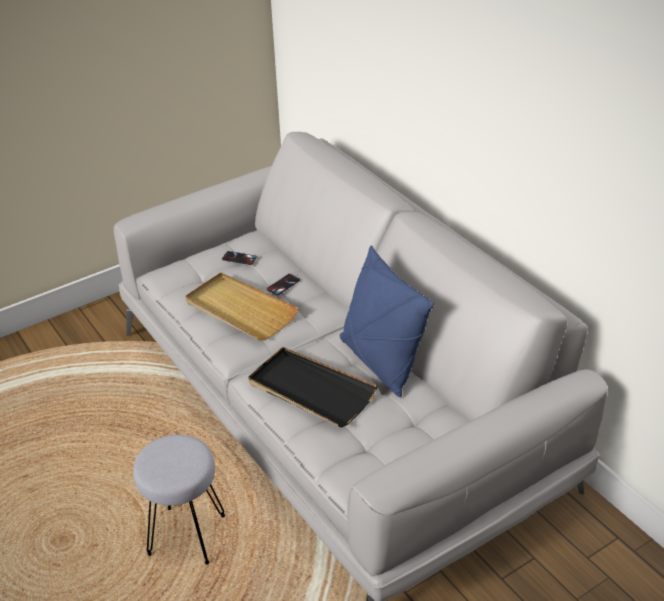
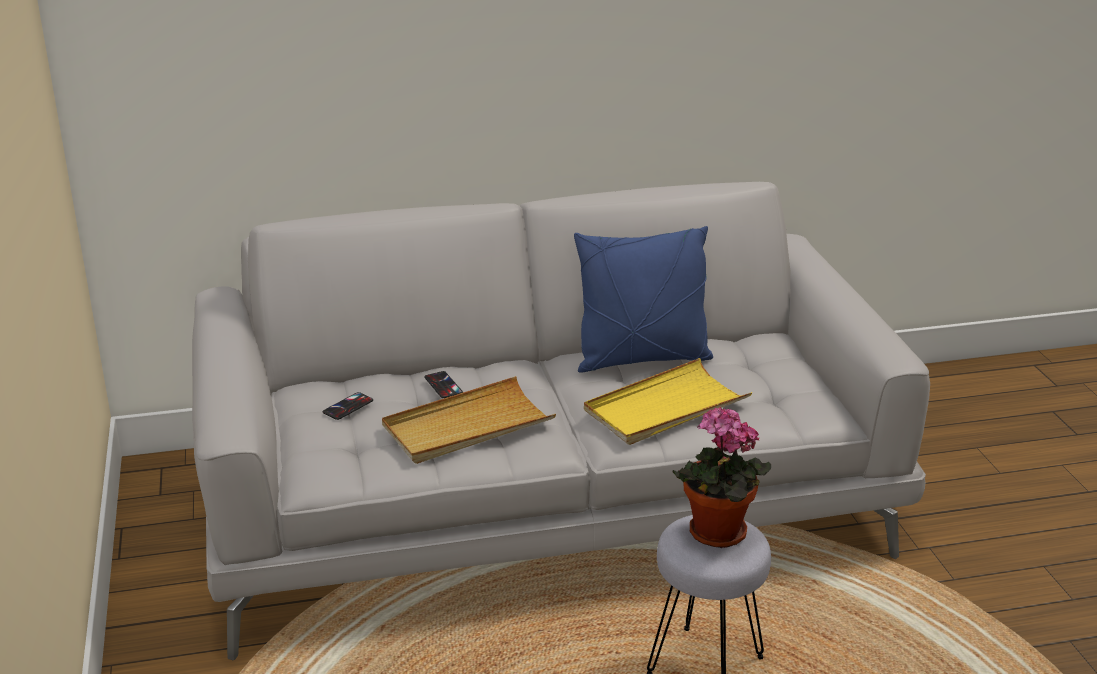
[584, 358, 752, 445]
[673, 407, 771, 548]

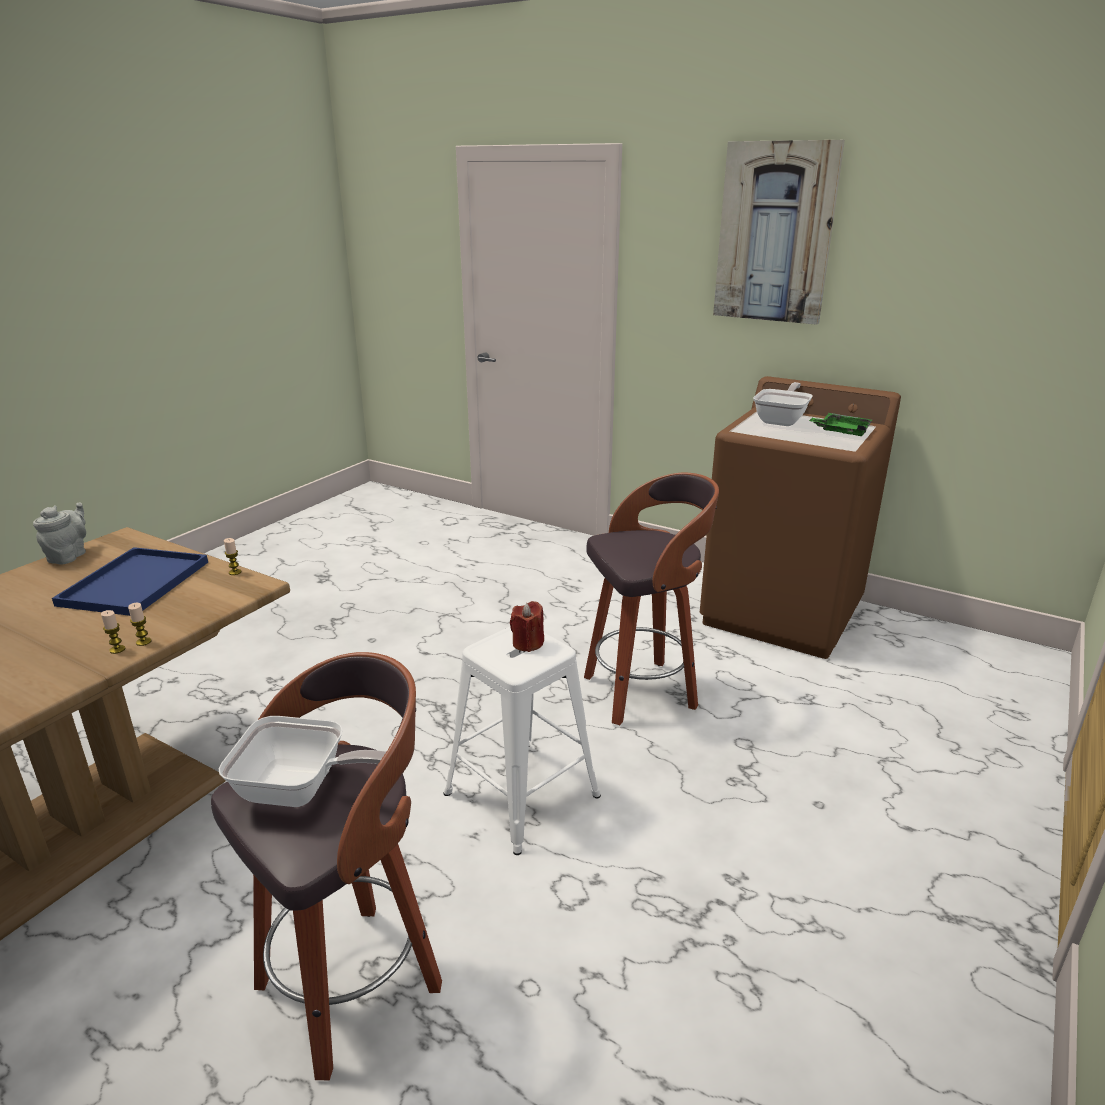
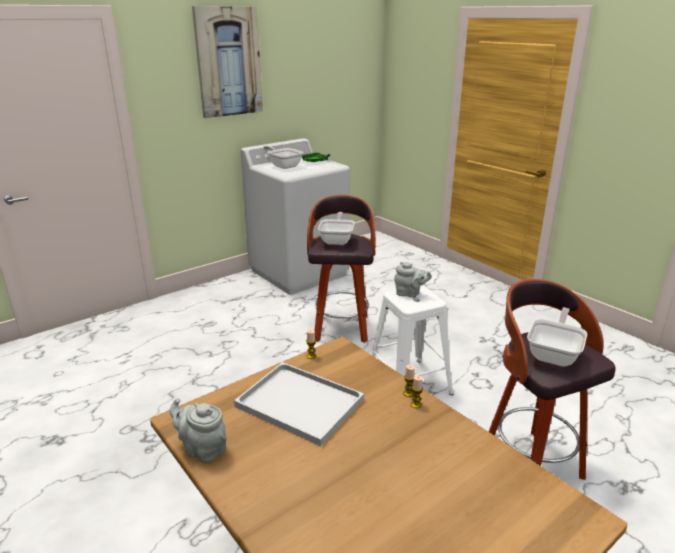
[234, 362, 364, 446]
[394, 262, 432, 297]
[241, 138, 350, 295]
[318, 212, 355, 245]

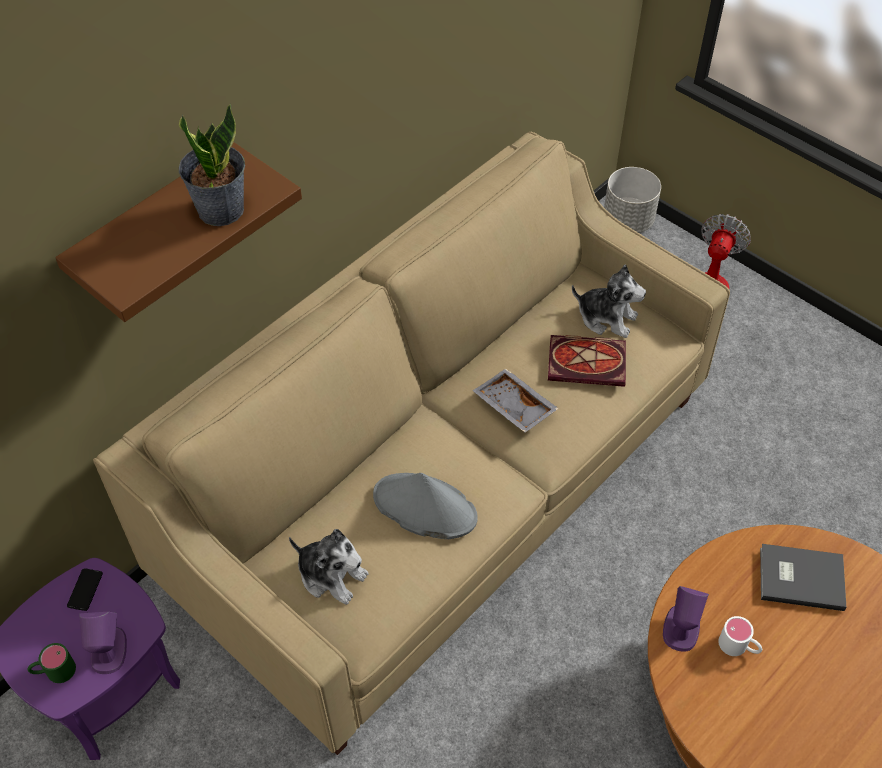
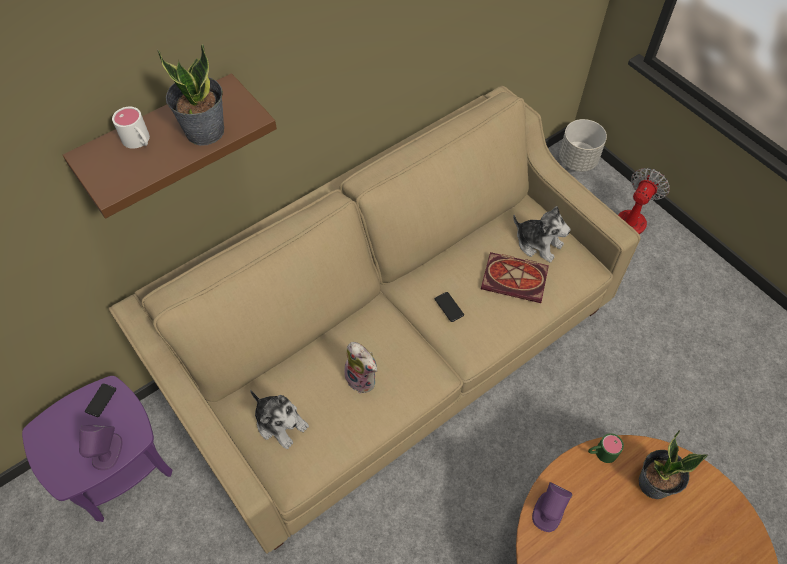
[588, 433, 624, 463]
[344, 342, 378, 394]
[435, 292, 464, 322]
[112, 107, 150, 149]
[639, 430, 708, 499]

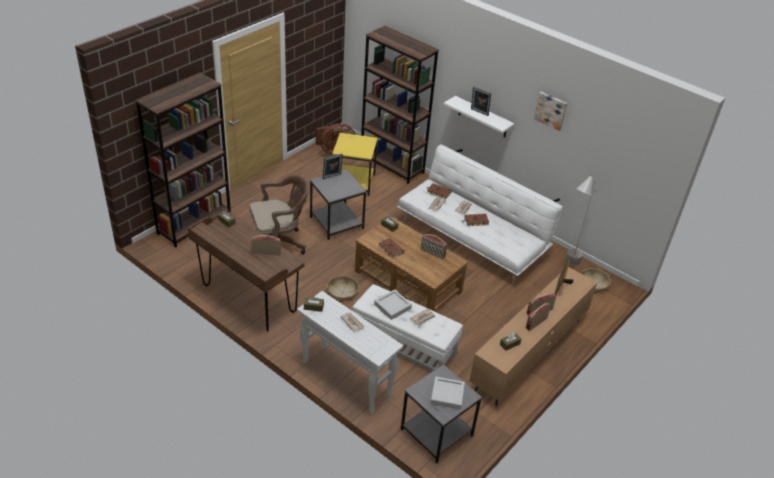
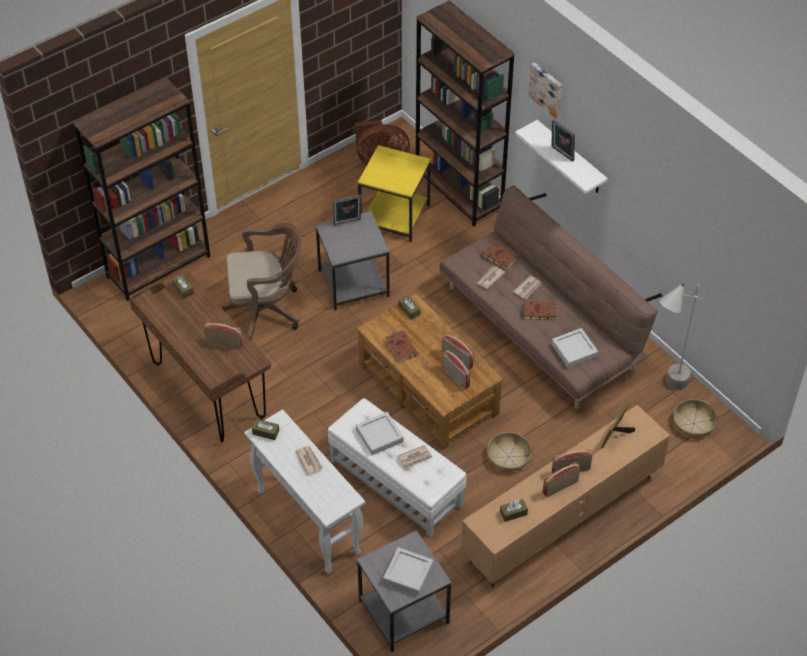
[487, 432, 532, 472]
[439, 185, 663, 409]
[528, 62, 562, 118]
[442, 350, 470, 390]
[552, 328, 598, 368]

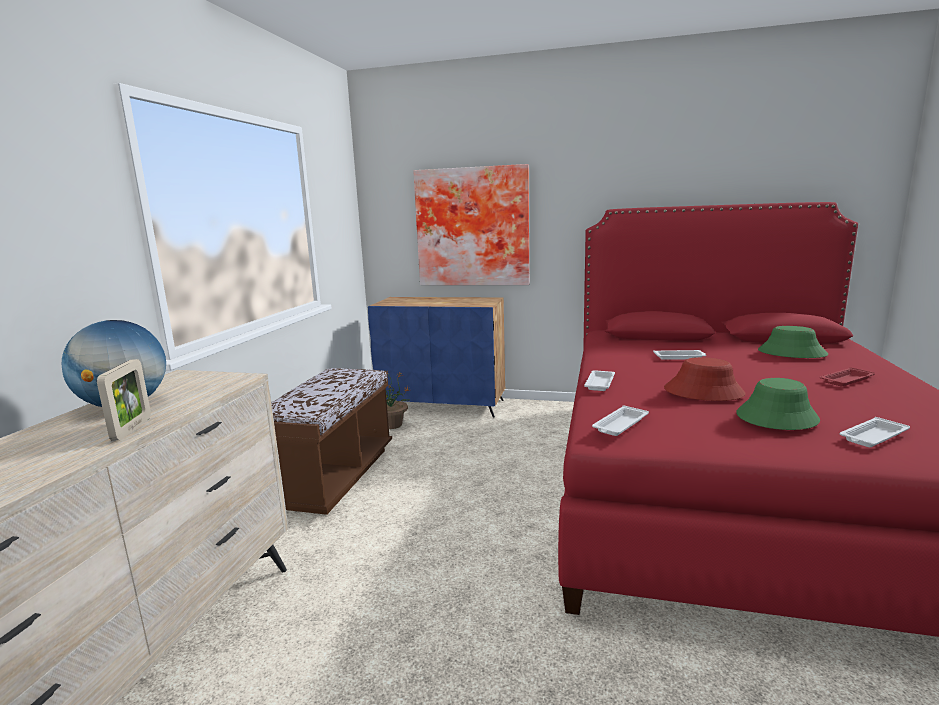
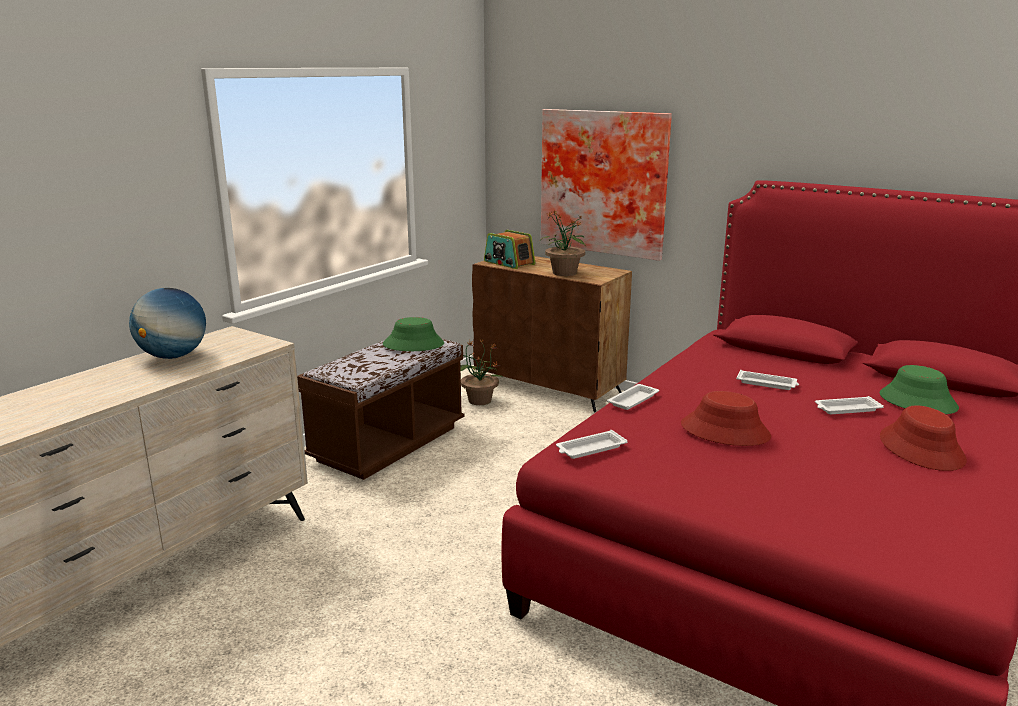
[97, 359, 151, 441] (first image)
[472, 256, 632, 412]
[383, 317, 444, 351]
[880, 405, 967, 471]
[815, 396, 884, 414]
[484, 230, 535, 269]
[540, 210, 586, 276]

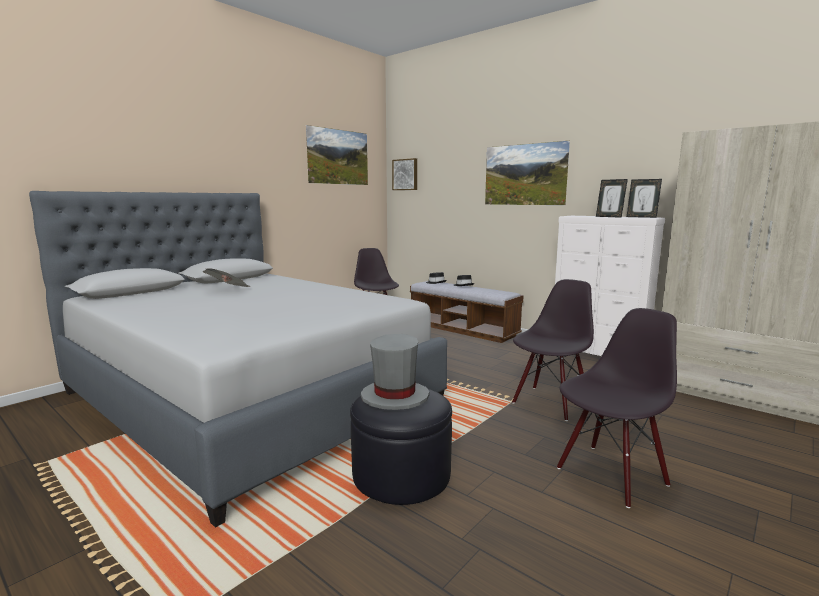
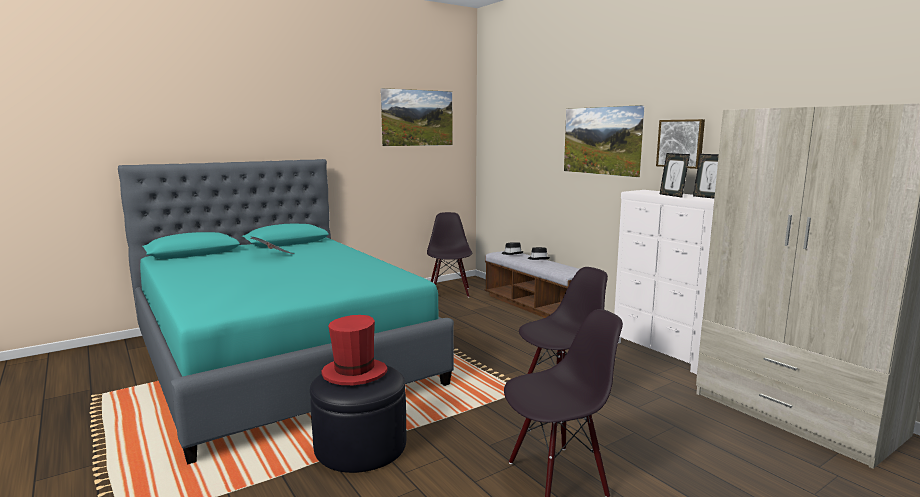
[118, 159, 454, 465]
[321, 315, 388, 385]
[656, 119, 705, 169]

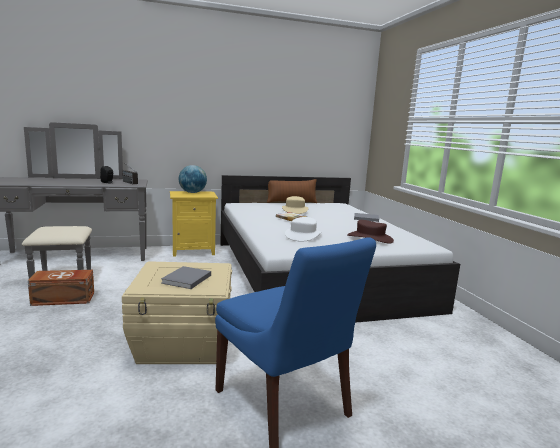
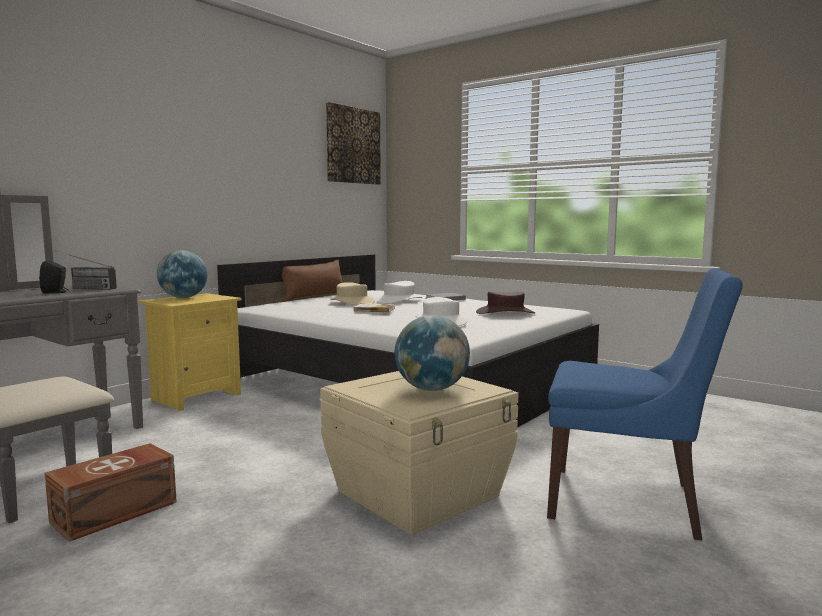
[394, 315, 470, 391]
[326, 102, 381, 185]
[375, 281, 422, 304]

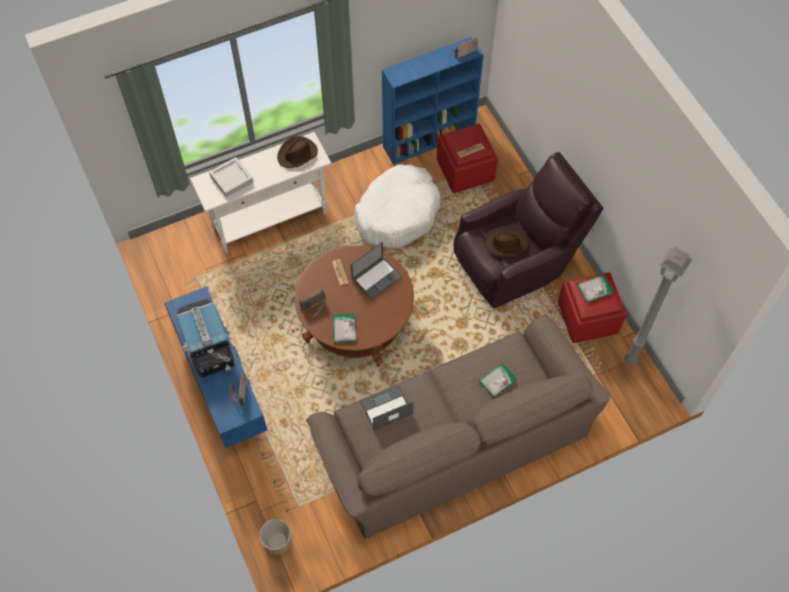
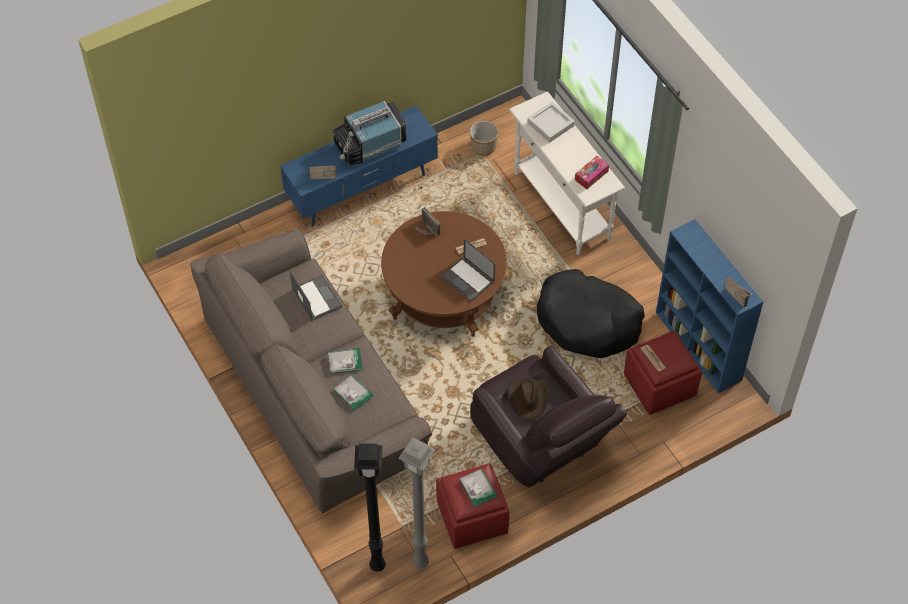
[470, 121, 498, 156]
[575, 156, 609, 189]
[328, 348, 362, 374]
[537, 269, 645, 358]
[354, 443, 386, 572]

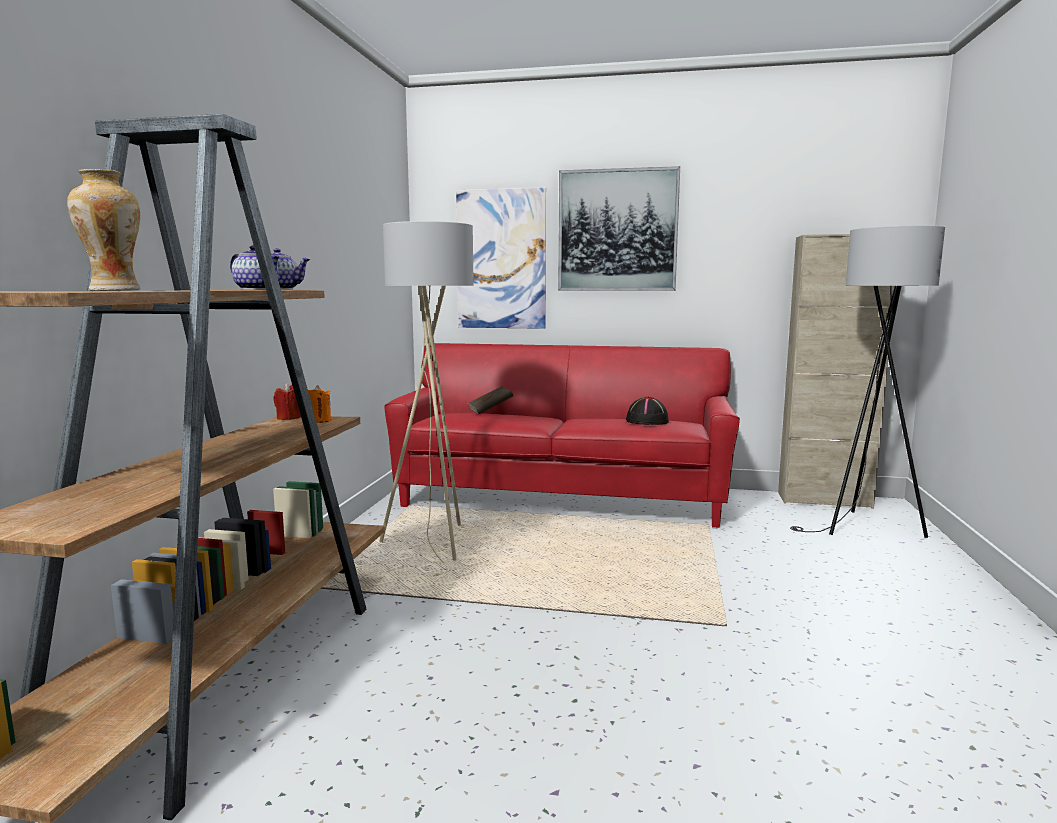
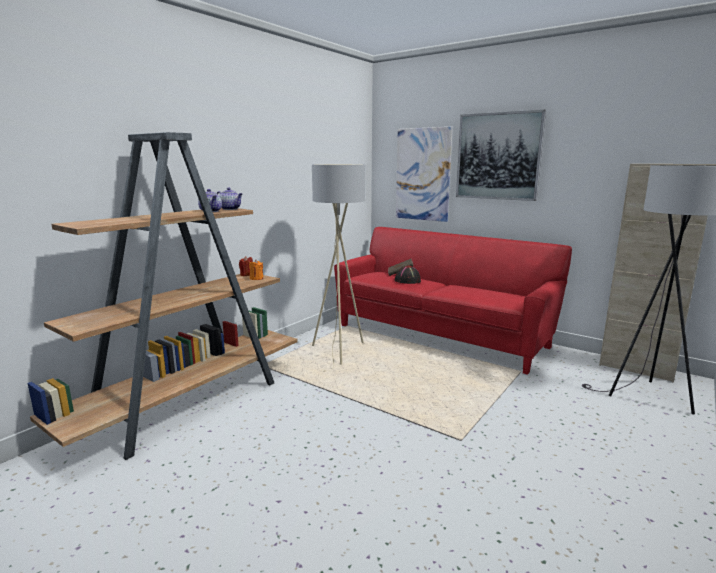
[67, 169, 141, 291] (first image)
[395, 266, 421, 284]

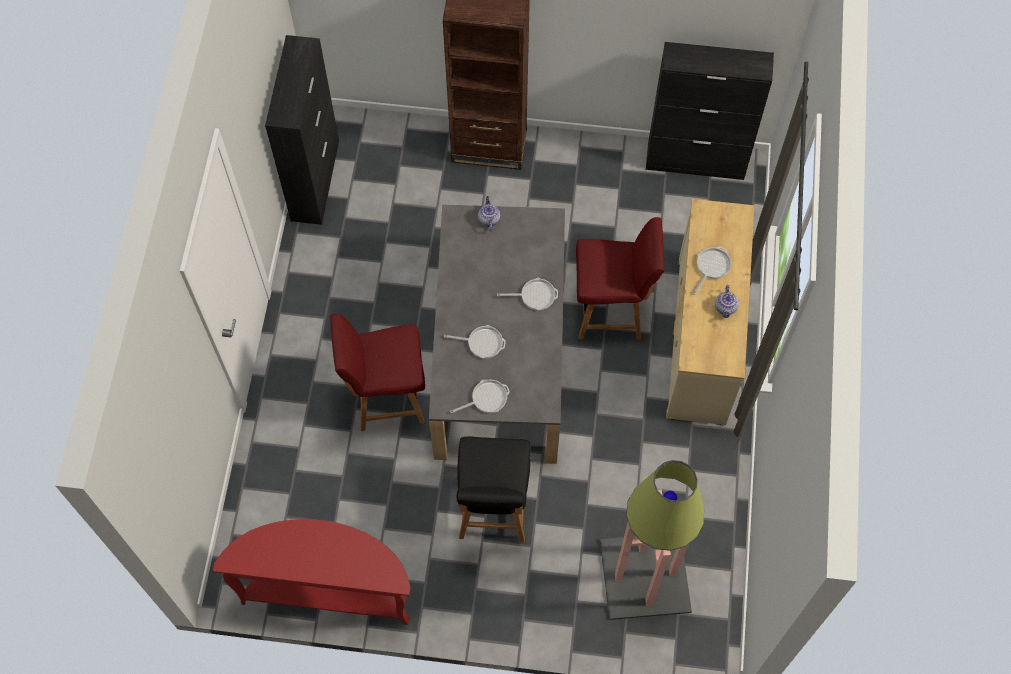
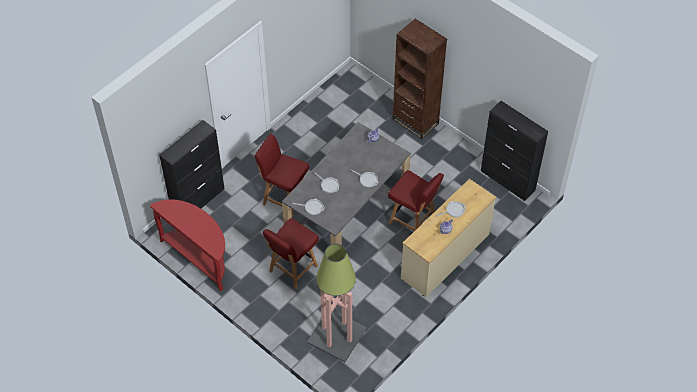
[159, 120, 225, 208]
[263, 218, 319, 290]

